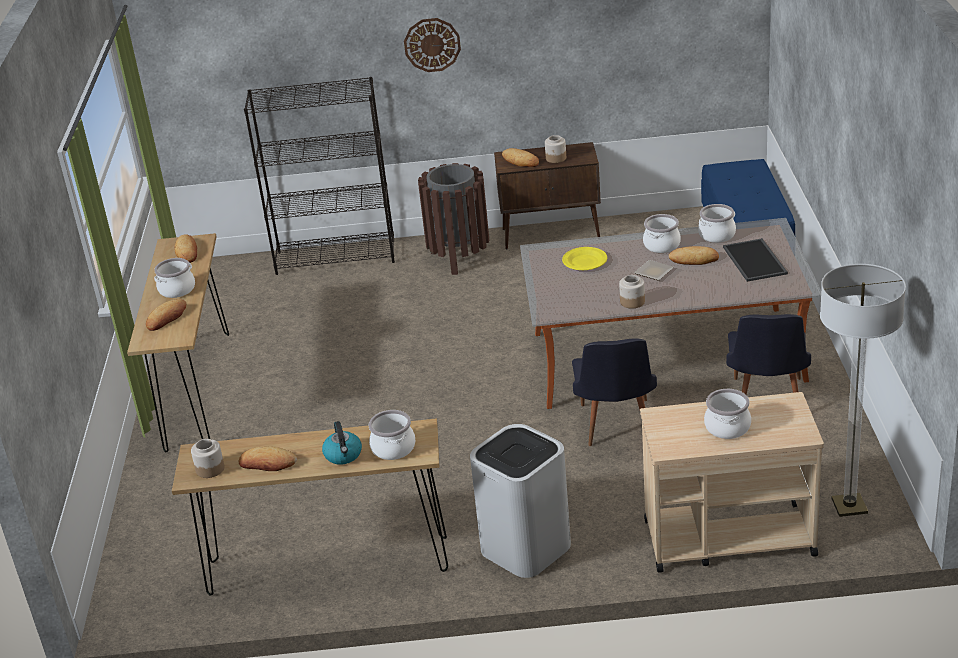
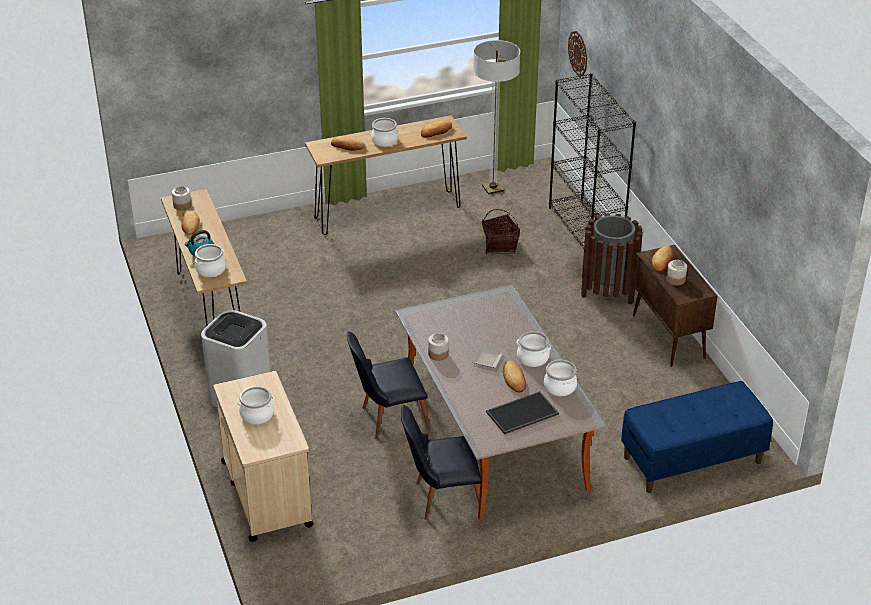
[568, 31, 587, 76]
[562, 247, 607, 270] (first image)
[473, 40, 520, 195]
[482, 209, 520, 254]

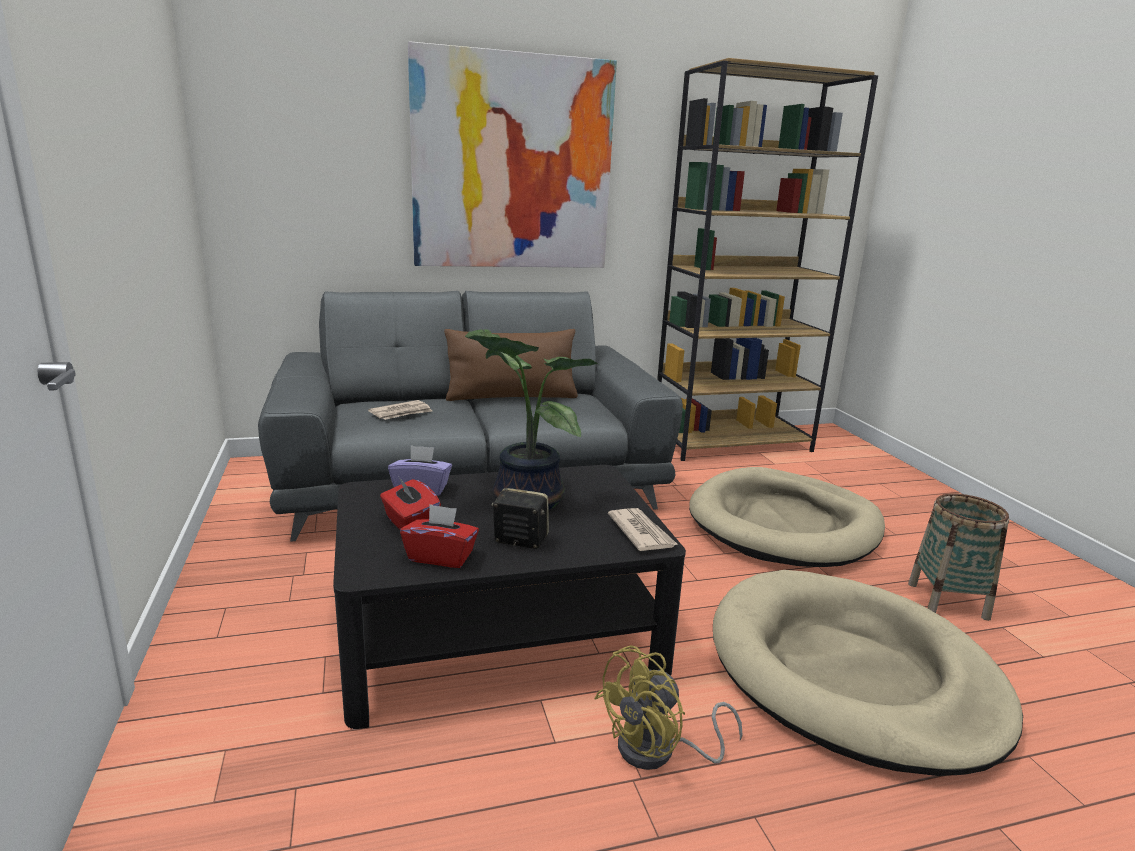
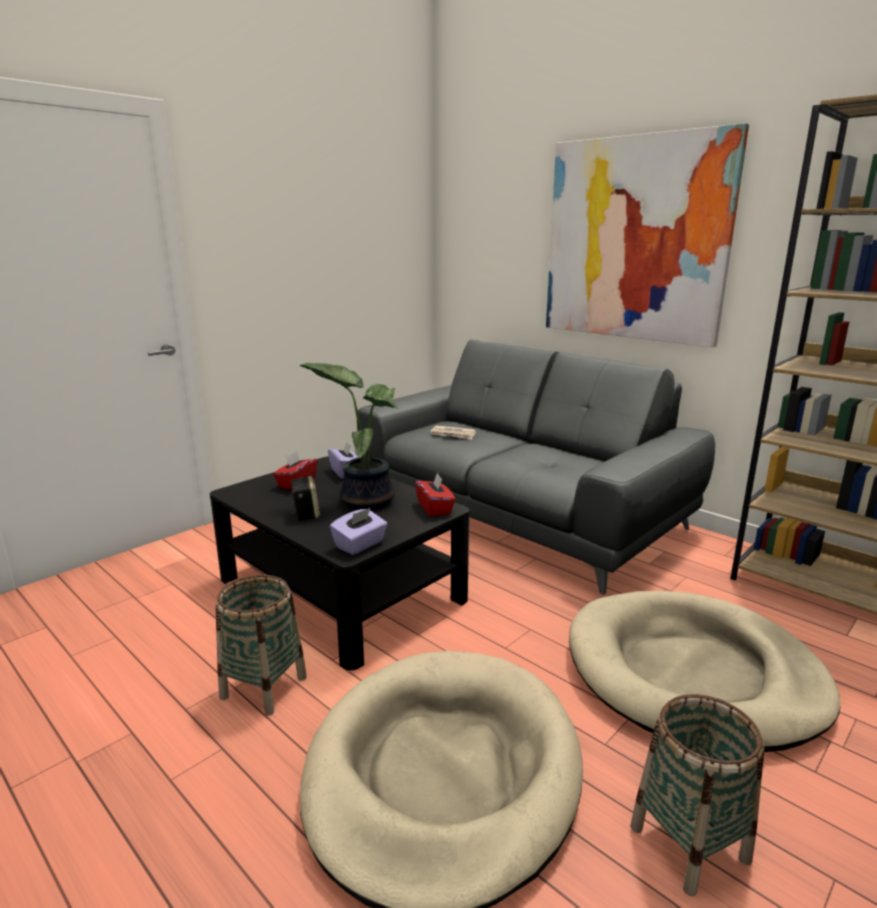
[415, 473, 456, 517]
[444, 329, 578, 401] (first image)
[215, 575, 307, 716]
[330, 507, 388, 555]

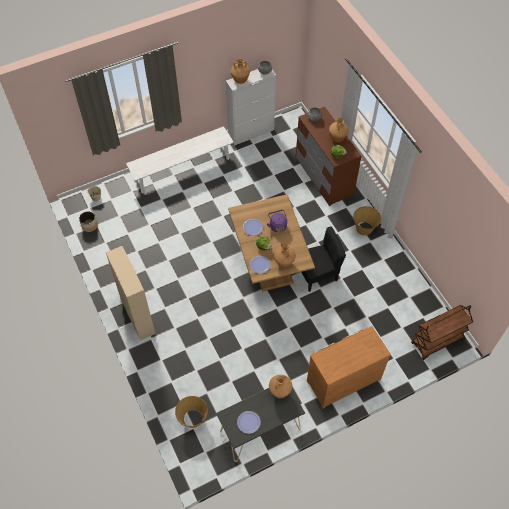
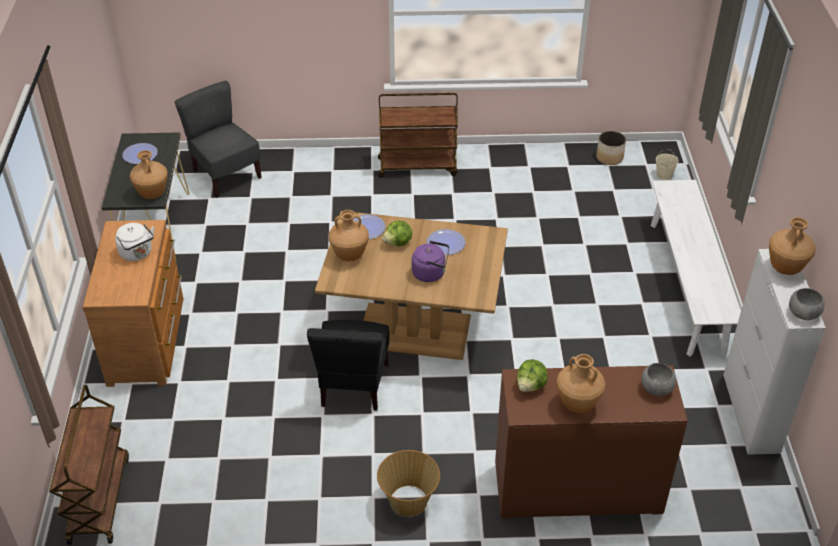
[378, 93, 458, 177]
[175, 81, 262, 198]
[115, 223, 154, 261]

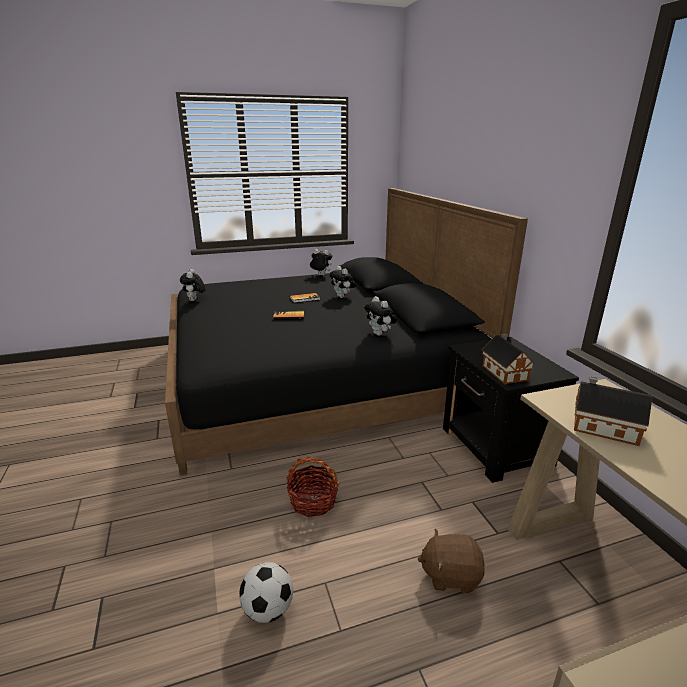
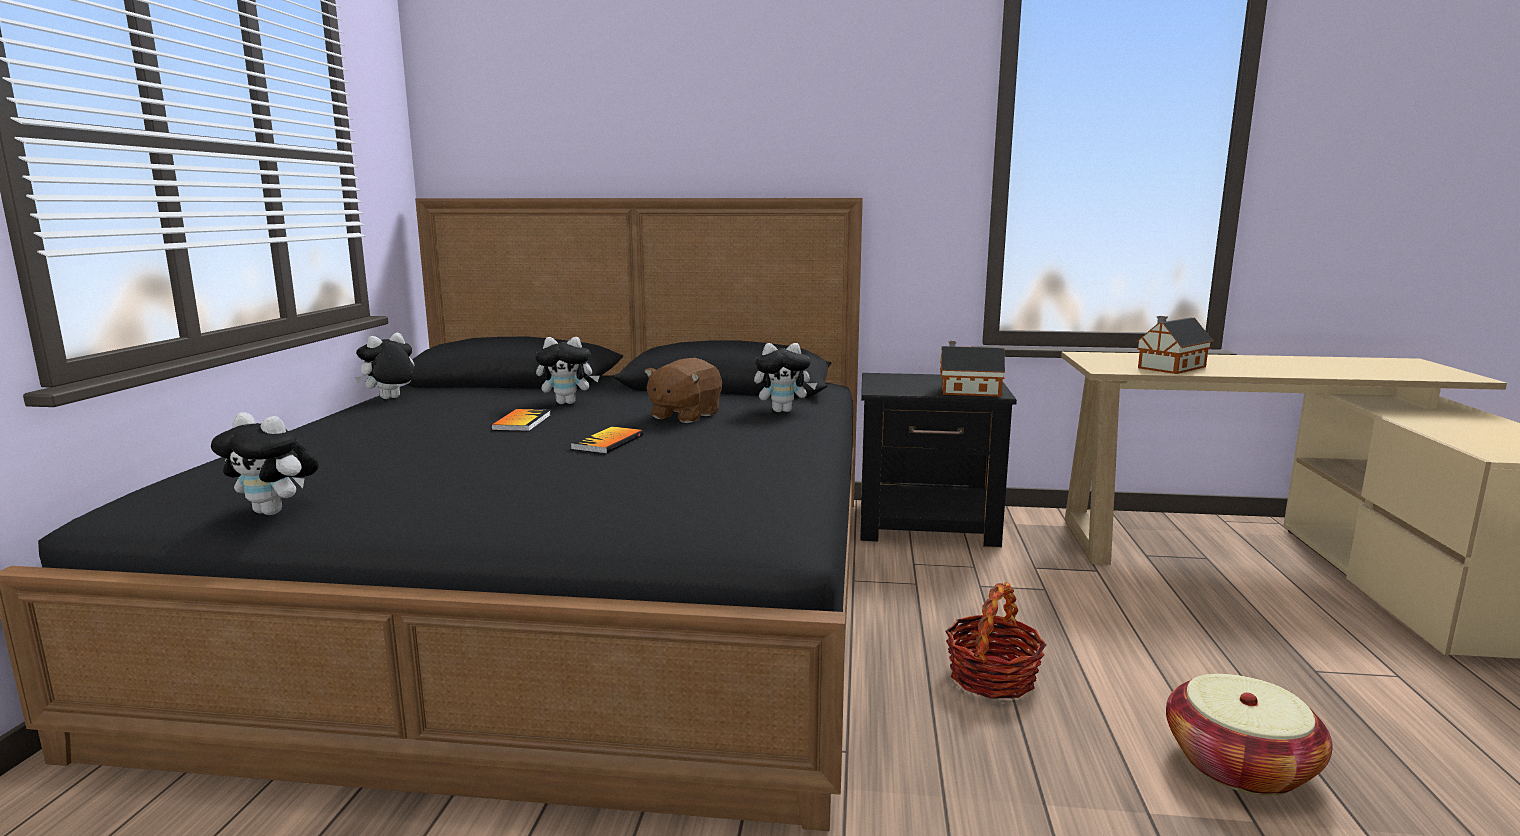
[1166, 674, 1332, 796]
[644, 358, 722, 423]

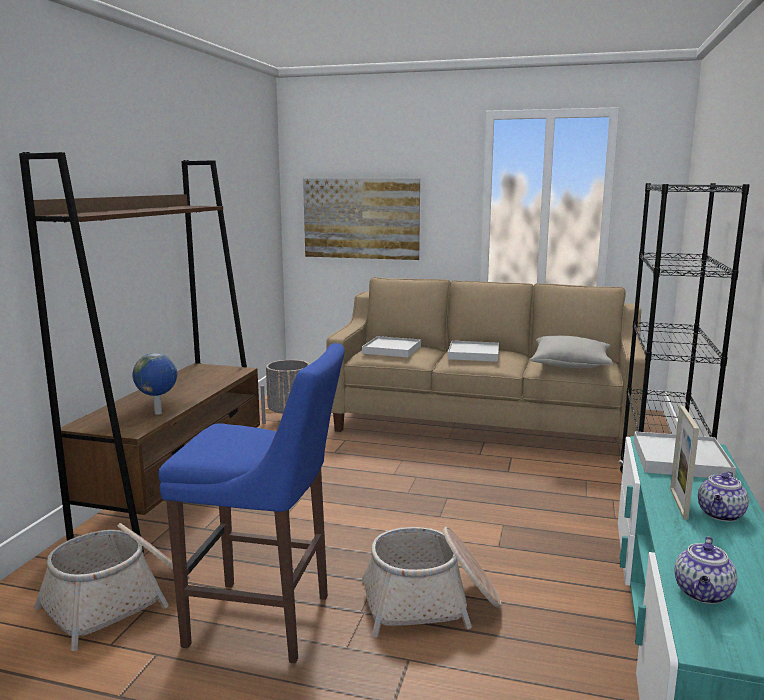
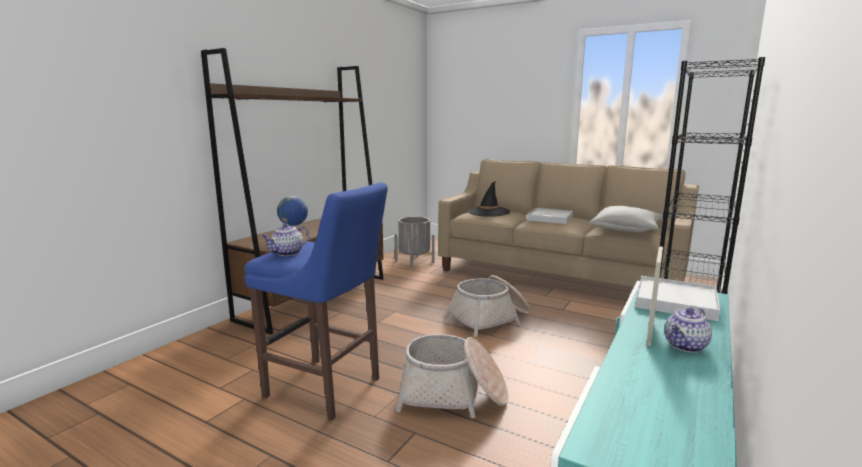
[444, 275, 530, 337]
[303, 178, 420, 260] (first image)
[468, 181, 510, 217]
[262, 223, 309, 256]

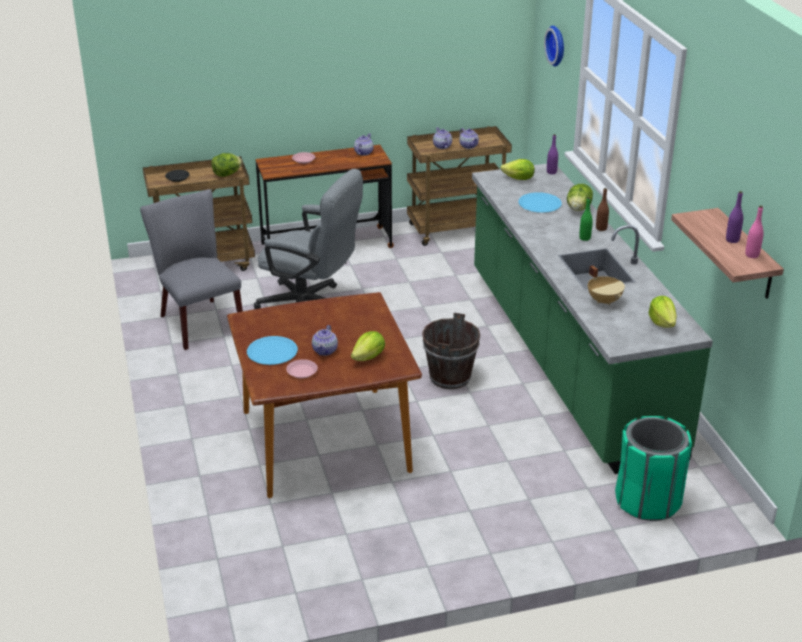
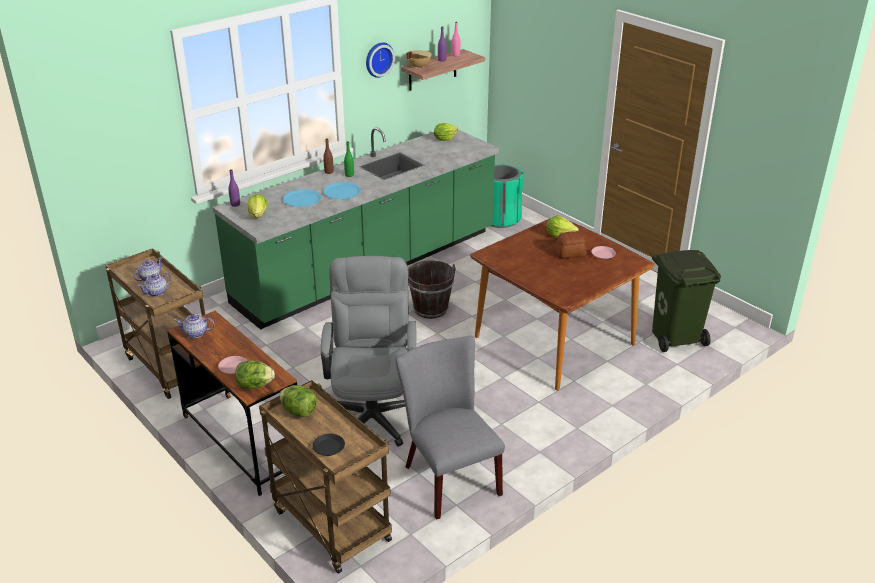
[396, 336, 505, 520]
[323, 182, 361, 199]
[555, 231, 587, 259]
[366, 43, 395, 78]
[235, 360, 275, 389]
[406, 50, 432, 69]
[652, 250, 721, 352]

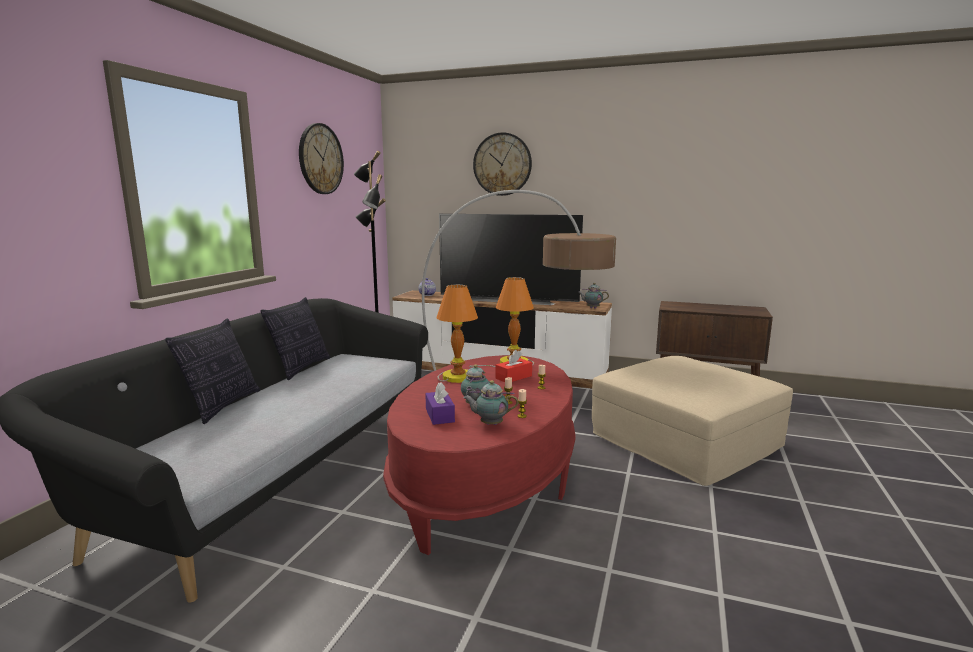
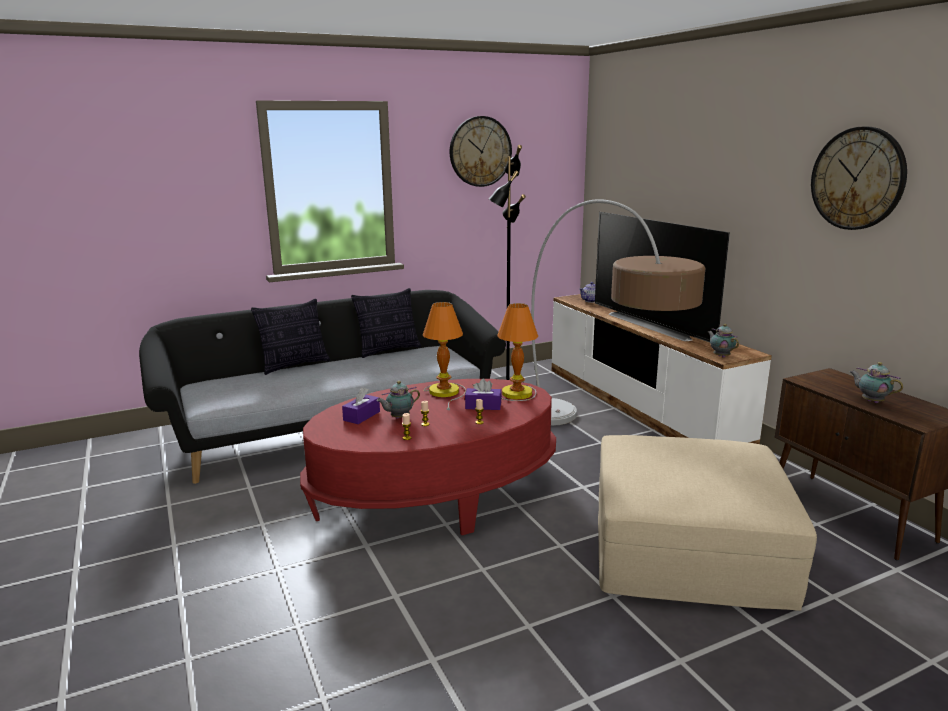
[850, 362, 903, 403]
[811, 127, 907, 230]
[465, 379, 502, 410]

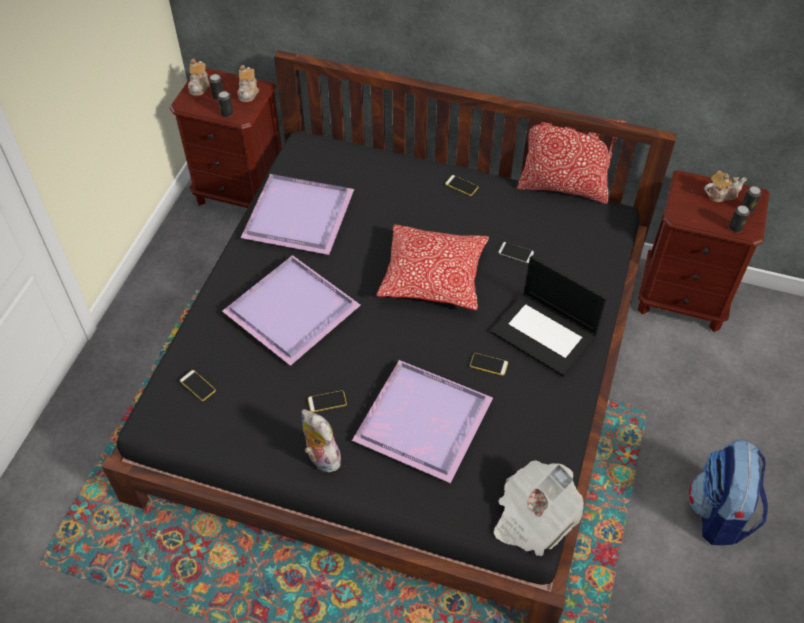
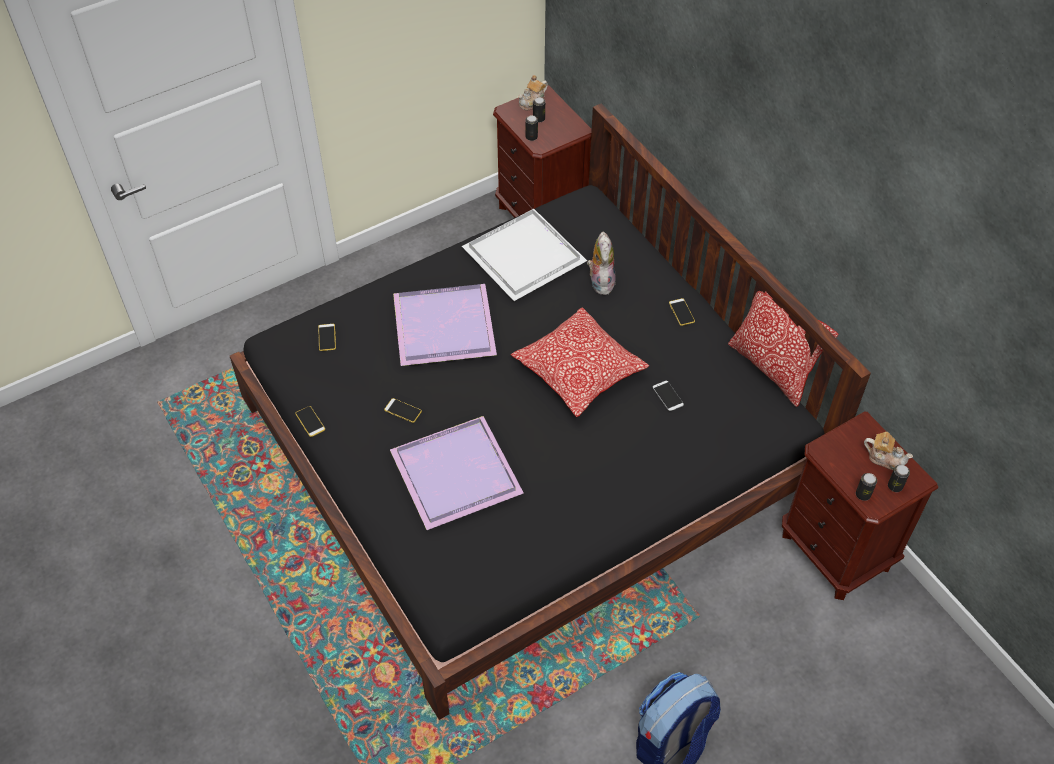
[237, 65, 259, 102] (first image)
[462, 209, 587, 301]
[587, 232, 615, 295]
[295, 406, 325, 437]
[490, 255, 607, 377] (first image)
[494, 460, 584, 556] (first image)

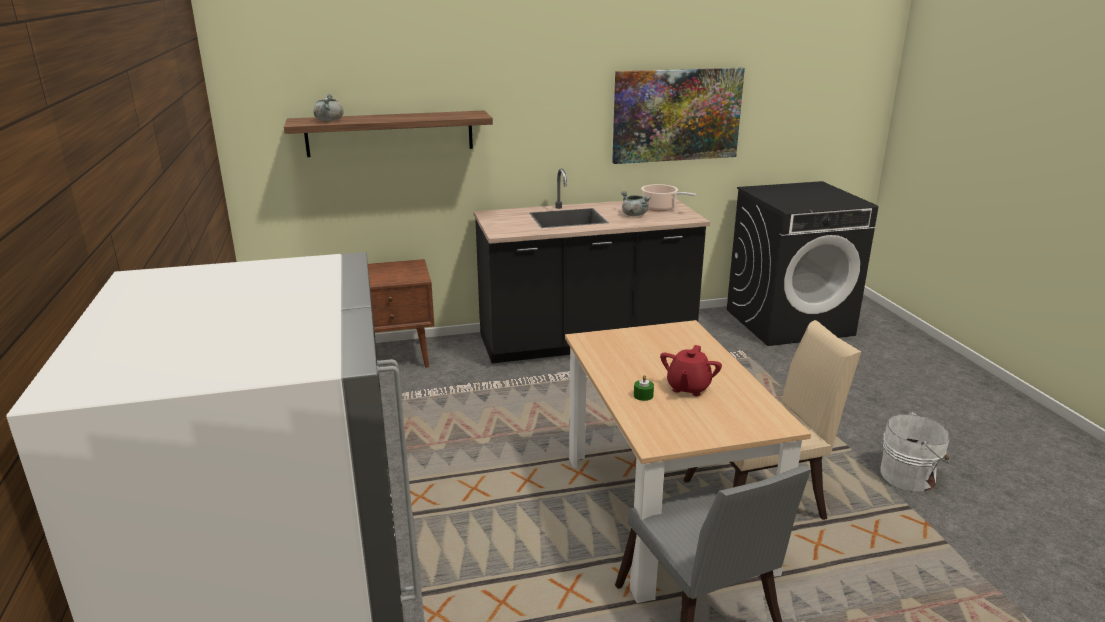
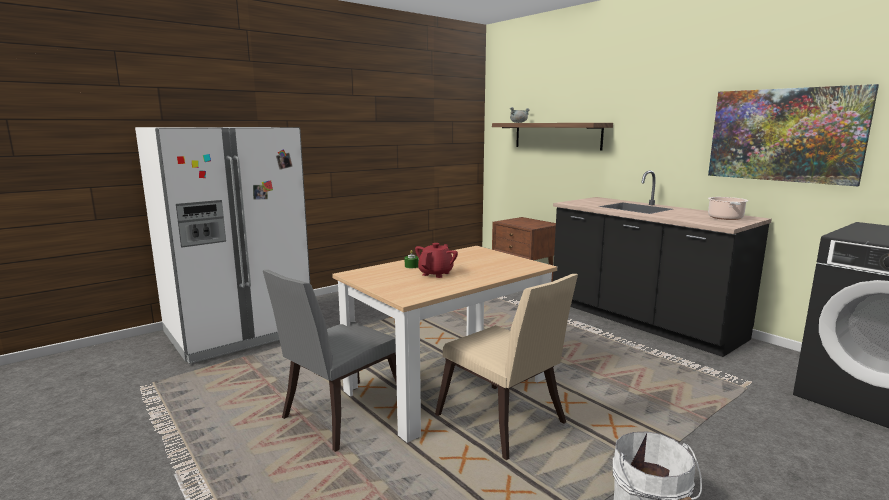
[621, 191, 651, 216] (first image)
[415, 243, 458, 278]

